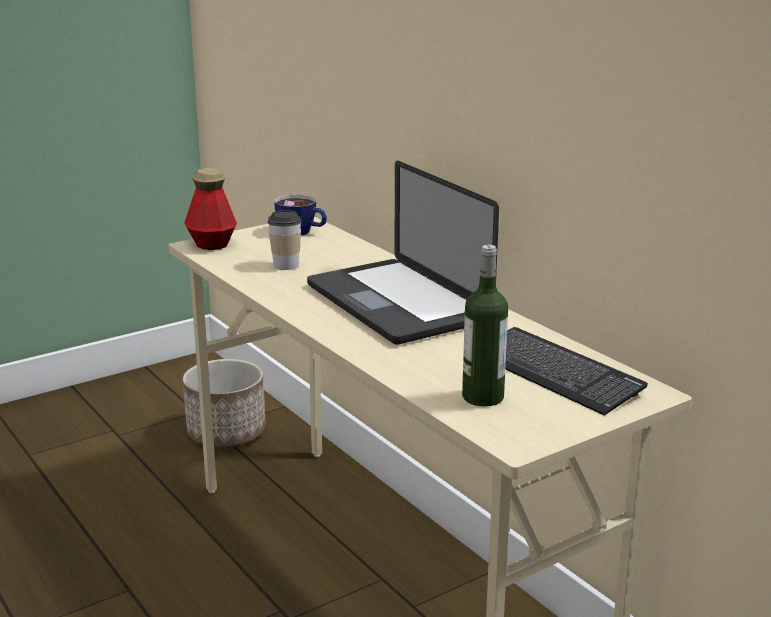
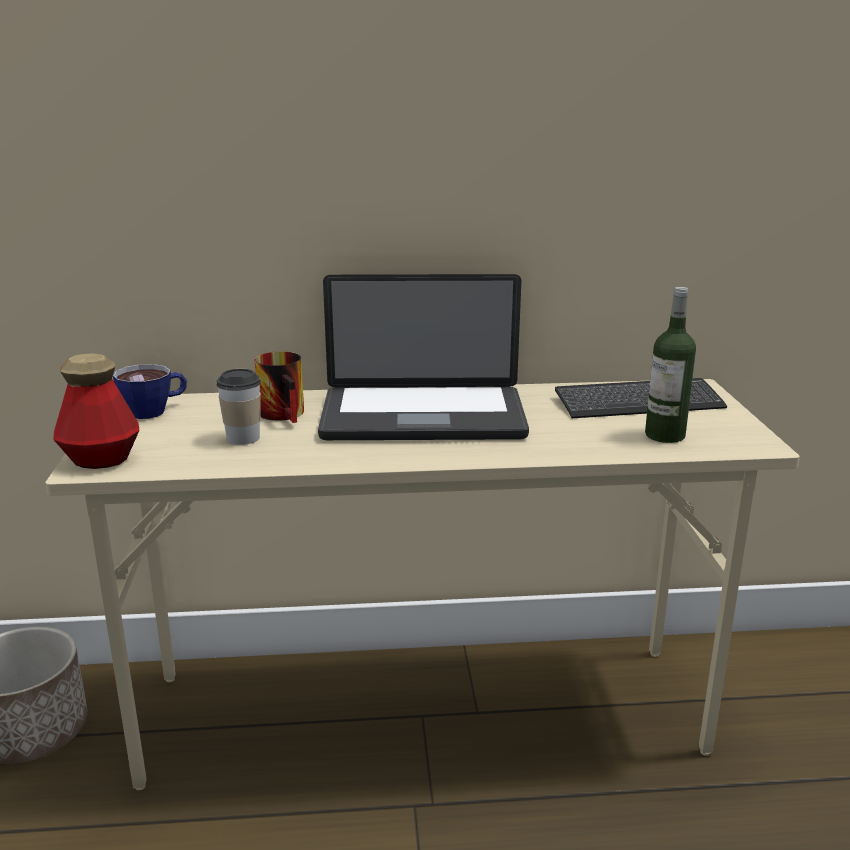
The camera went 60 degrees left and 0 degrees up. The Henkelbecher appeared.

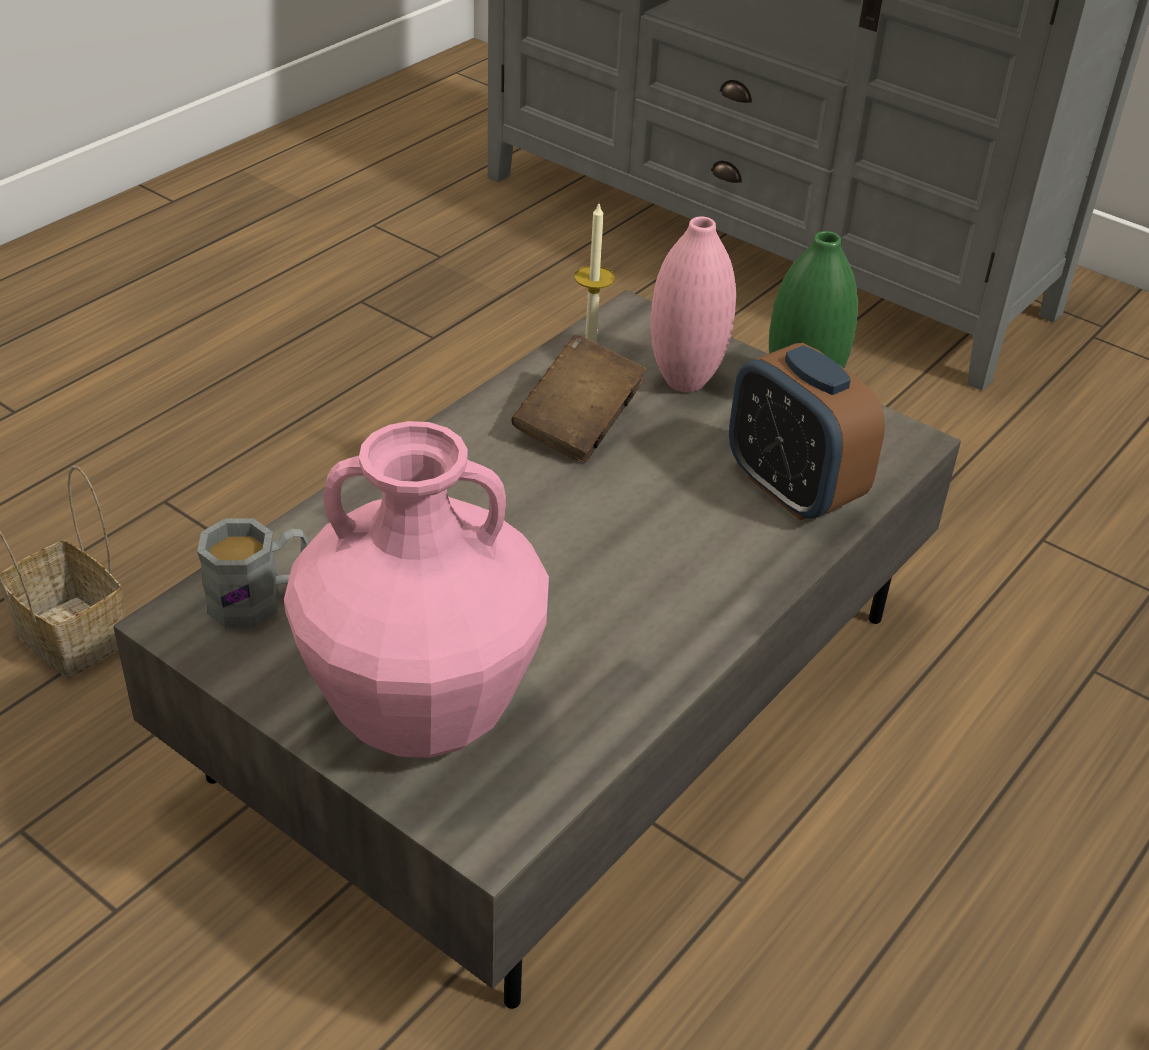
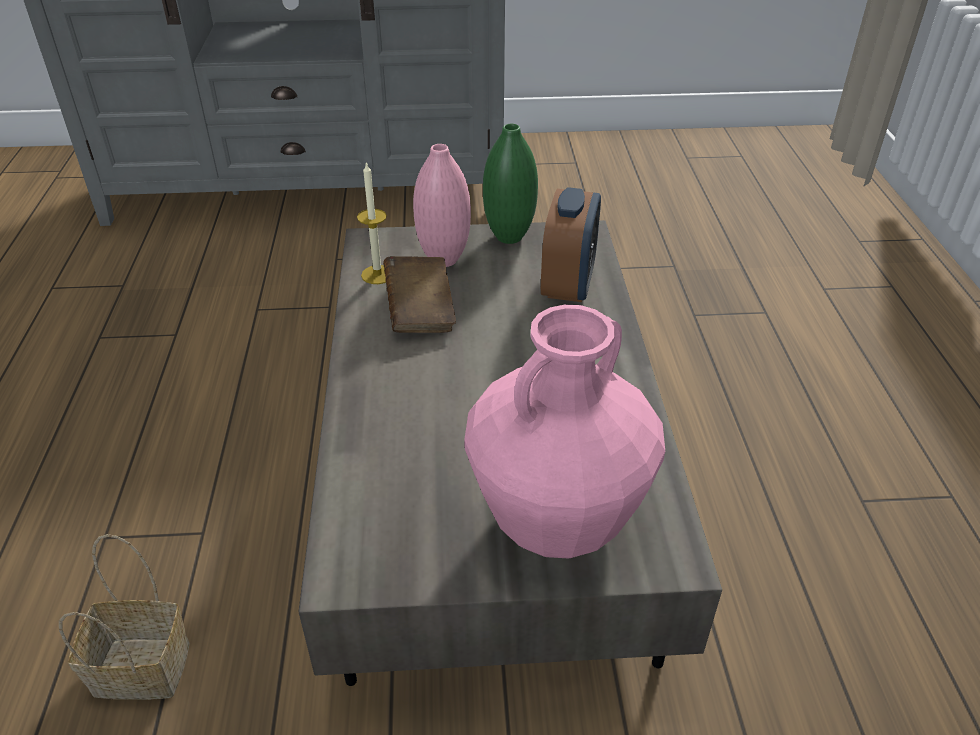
The camera went 40 degrees left and 0 degrees up. The Wecker turned 90 degrees counterclockwise. The Henkelbecher (grau) disappeared.

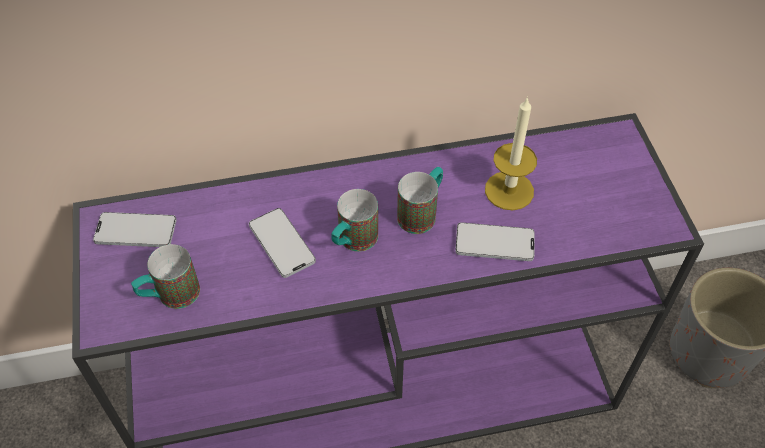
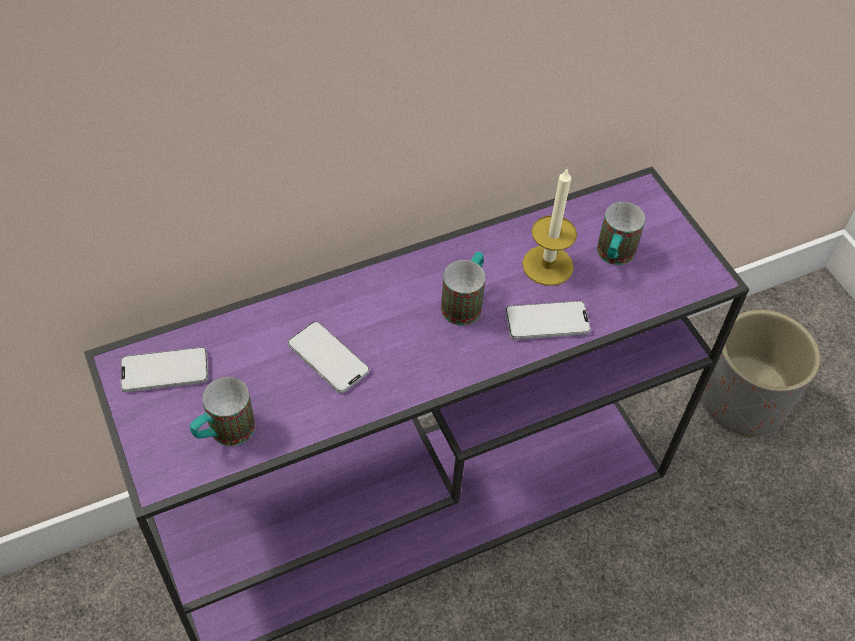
The camera went 15 degrees left and 0 degrees up. The Henkelbecher (no. 2 from left in the first image) moved.

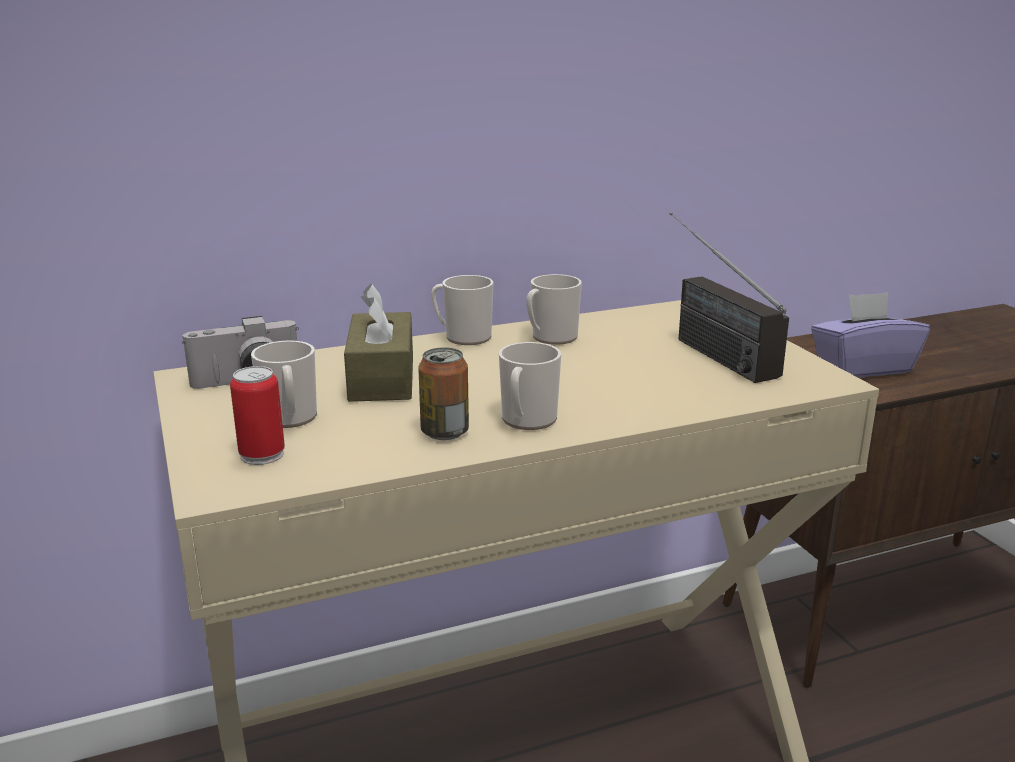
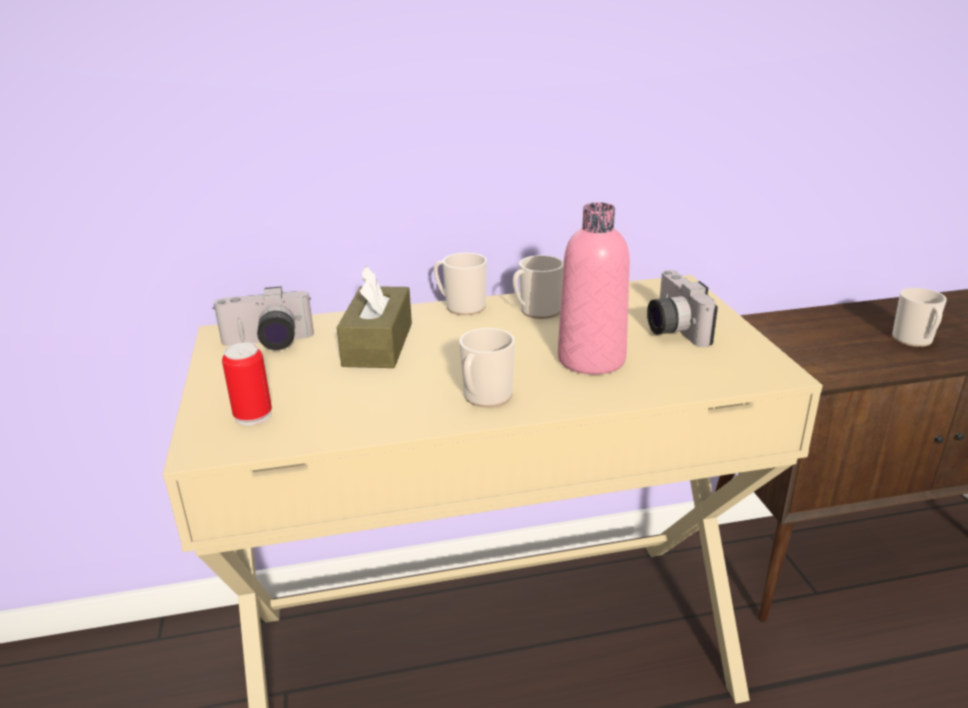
The camera went 10 degrees right and 5 degrees up. The Radio was replaced by the Kamera (no. 2 from left). The Taschentuchbox (lila) disappeared. The Henkelbecher (no. 1 from left in the first image) moved. The Dose (no. 2 from left) disappeared. The Flasche (rosa) appeared.

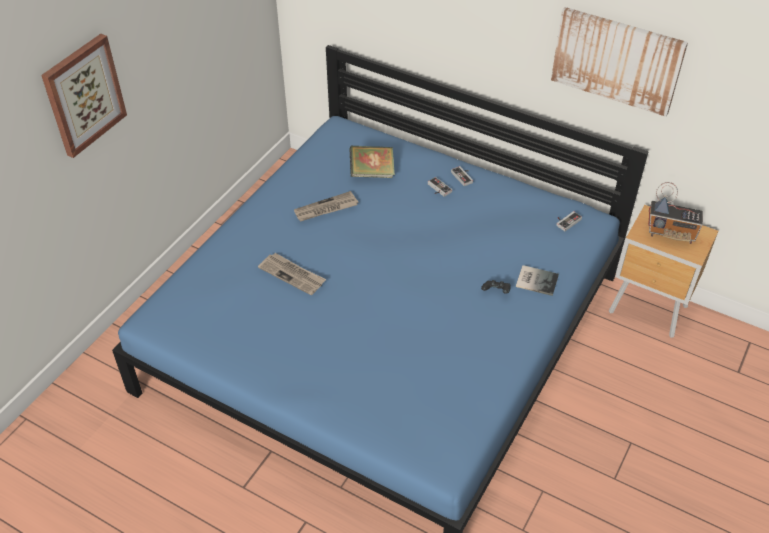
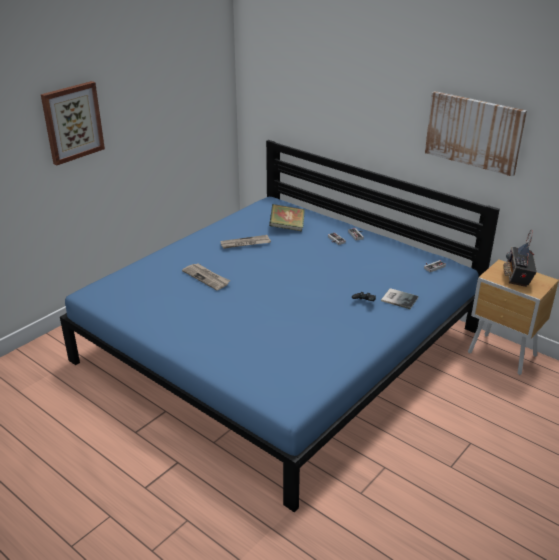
The camera went 10 degrees right and 15 degrees down. The Radio turned 75 degrees clockwise.

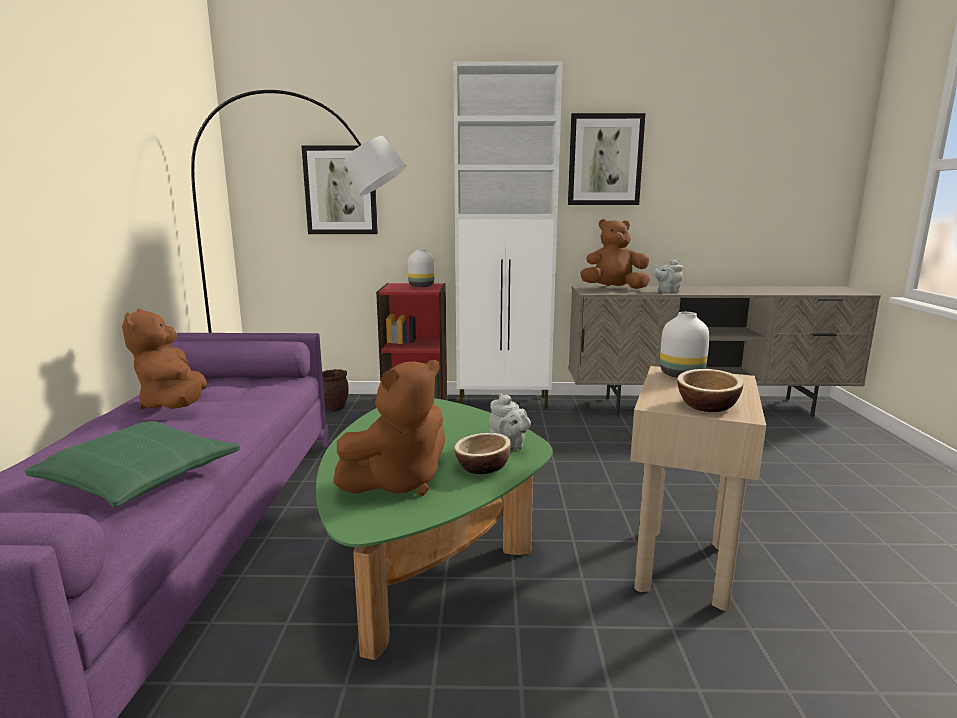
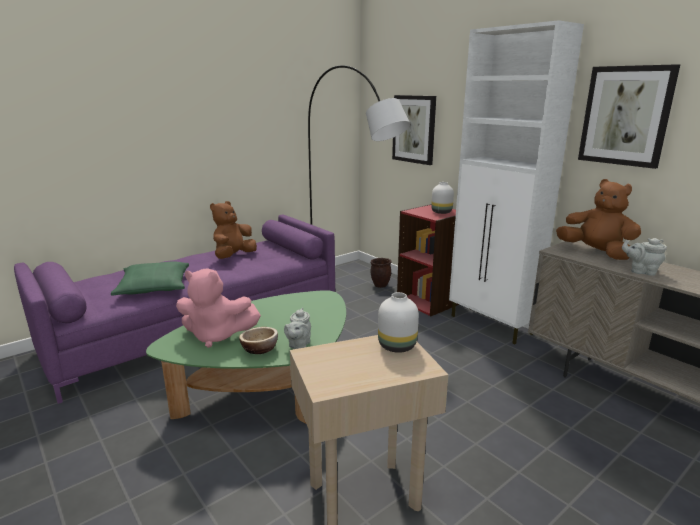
The camera went 50 degrees right and 5 degrees up. The Plüschtier (braun) (no. 2 from left) became the Plüschtier (rosa). The Schüssel (no. 2 from left) disappeared.

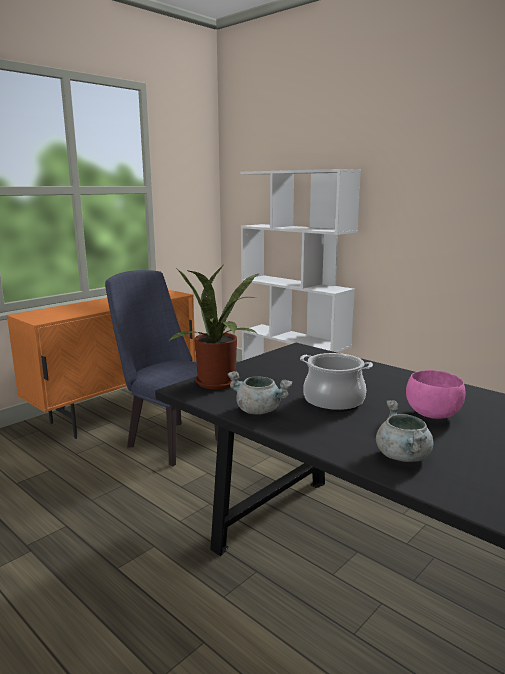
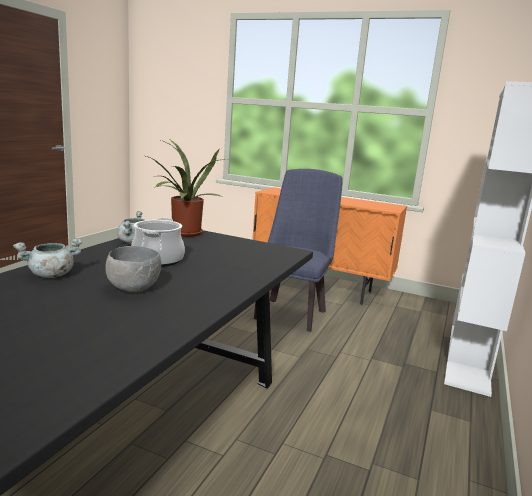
The camera went 70 degrees right and 0 degrees up. The Schüssel (rosa) became the Schüssel (grau).

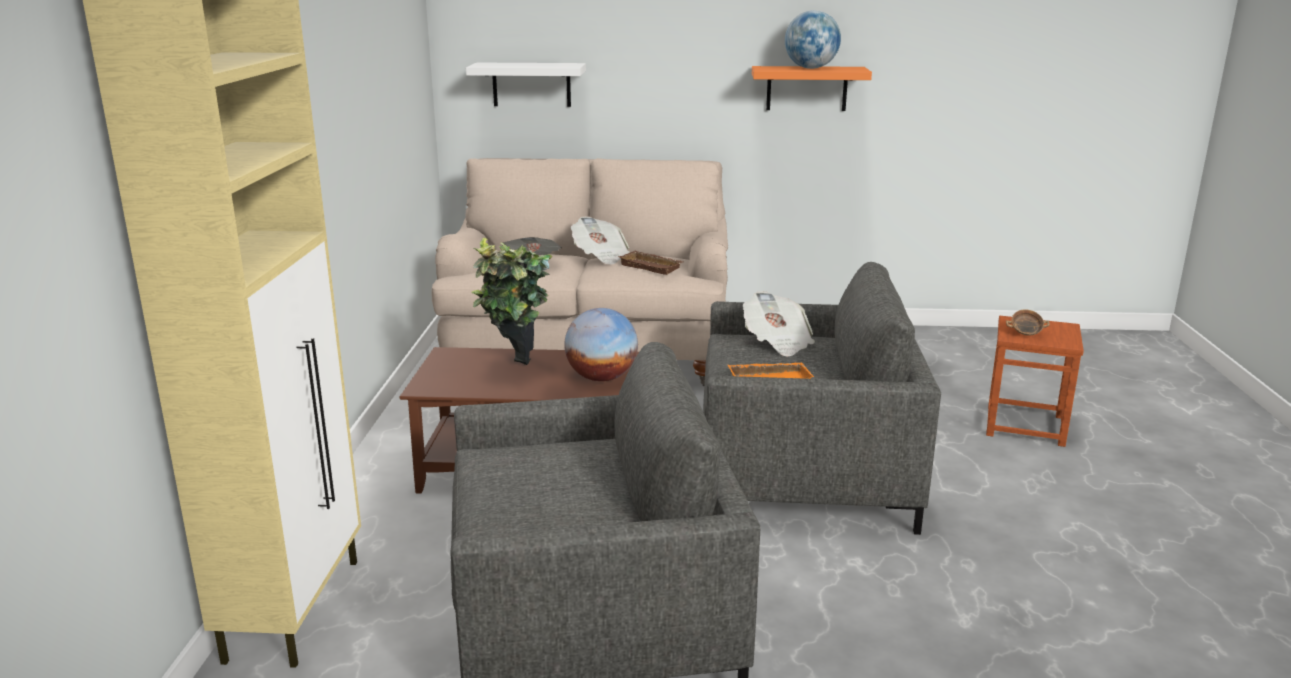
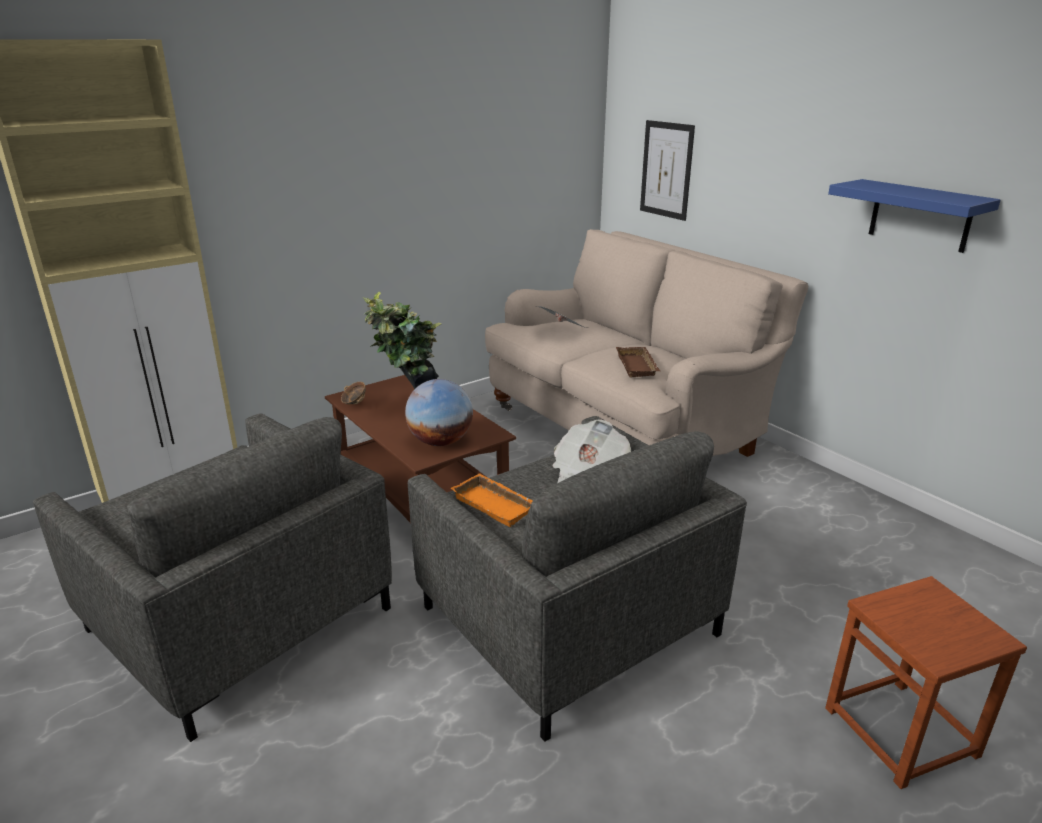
The camera went 50 degrees right and 5 degrees up. The Globus (no. 2 from left) disappeared. The Wandregal (weiß) was replaced by the Bild. The Wandregal (orange) became the Wandregal (blau). The Zeitung (no. 2 from left) disappeared. The Schüssel moved.

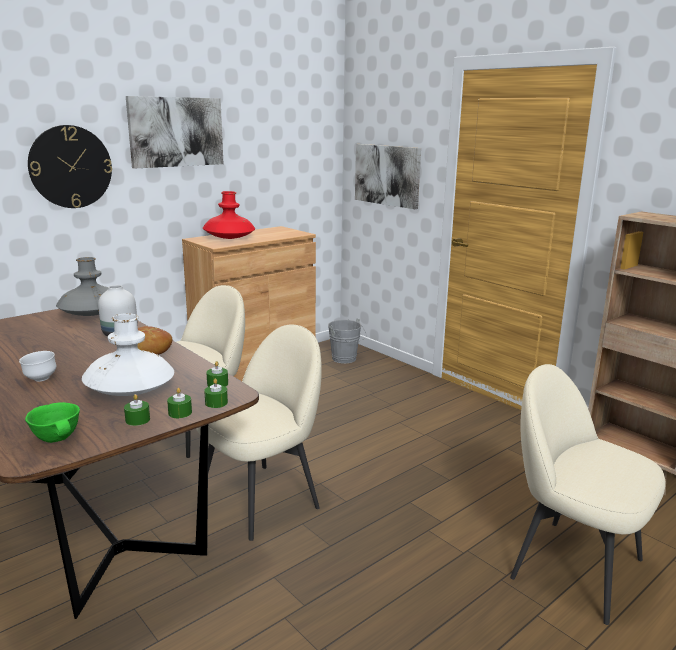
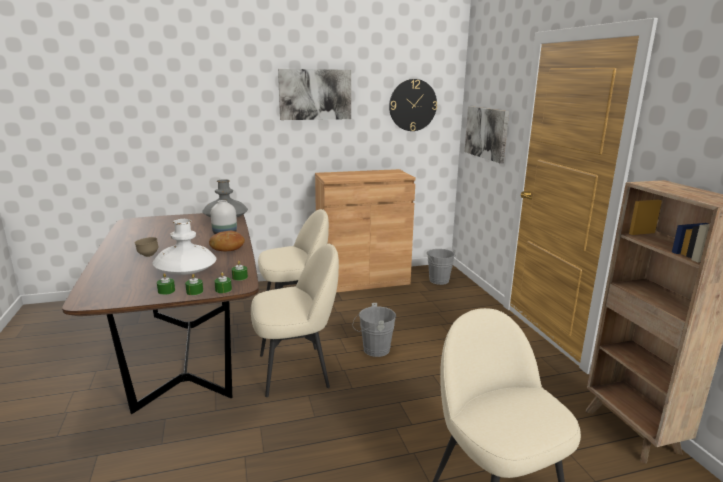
The camera went 25 degrees right and 0 degrees up. The Wanduhr moved. The Vase (rot) disappeared. The Schüssel (weiß) became the Schüssel (braun). The Schüssel (grün) disappeared. The Eimer (grau) (no. 1 from left) appeared.

